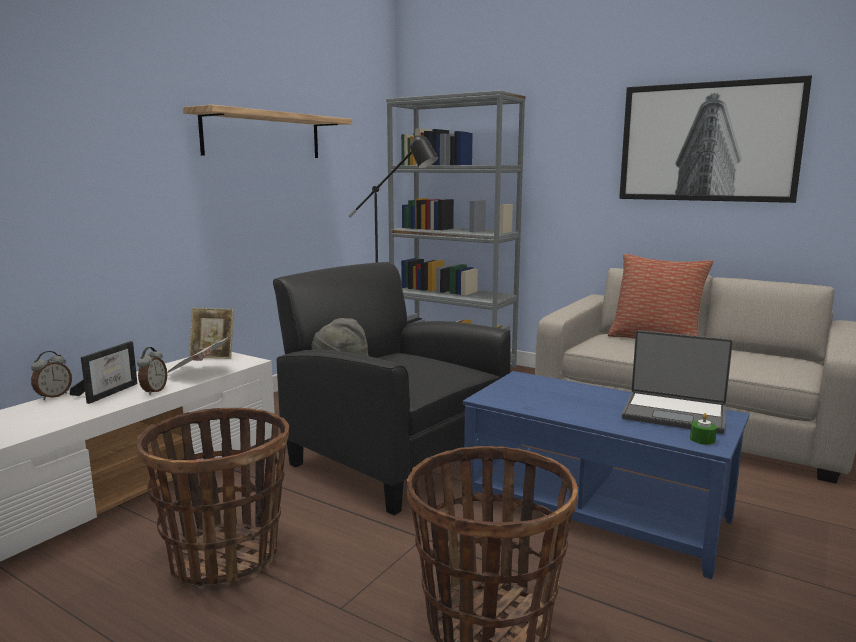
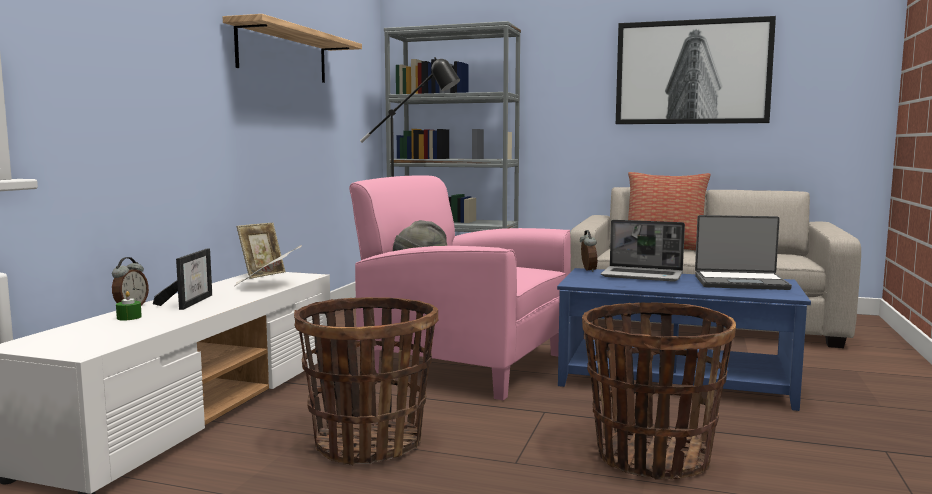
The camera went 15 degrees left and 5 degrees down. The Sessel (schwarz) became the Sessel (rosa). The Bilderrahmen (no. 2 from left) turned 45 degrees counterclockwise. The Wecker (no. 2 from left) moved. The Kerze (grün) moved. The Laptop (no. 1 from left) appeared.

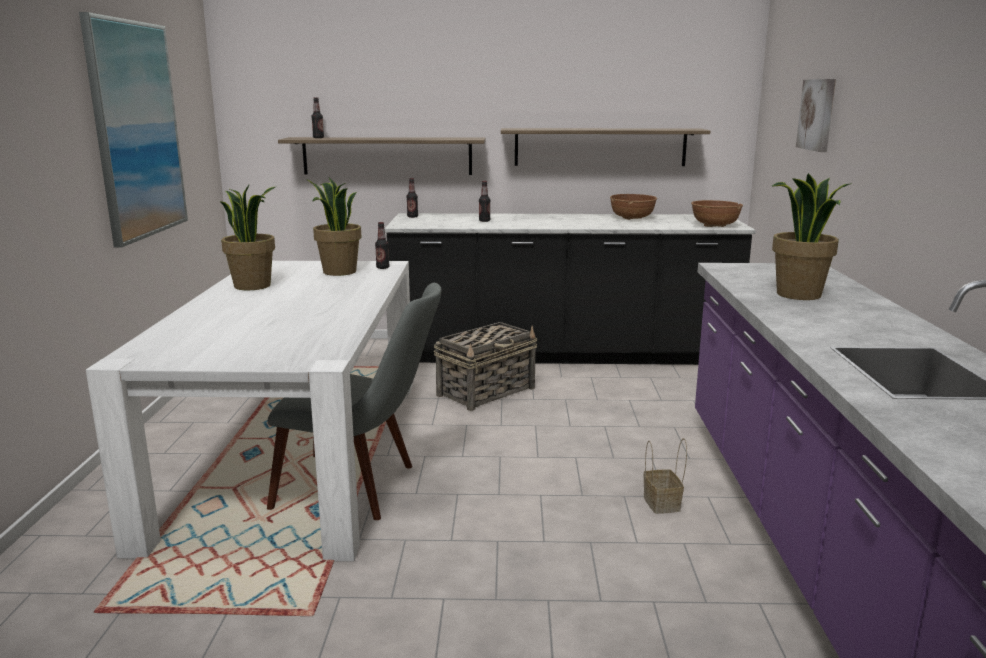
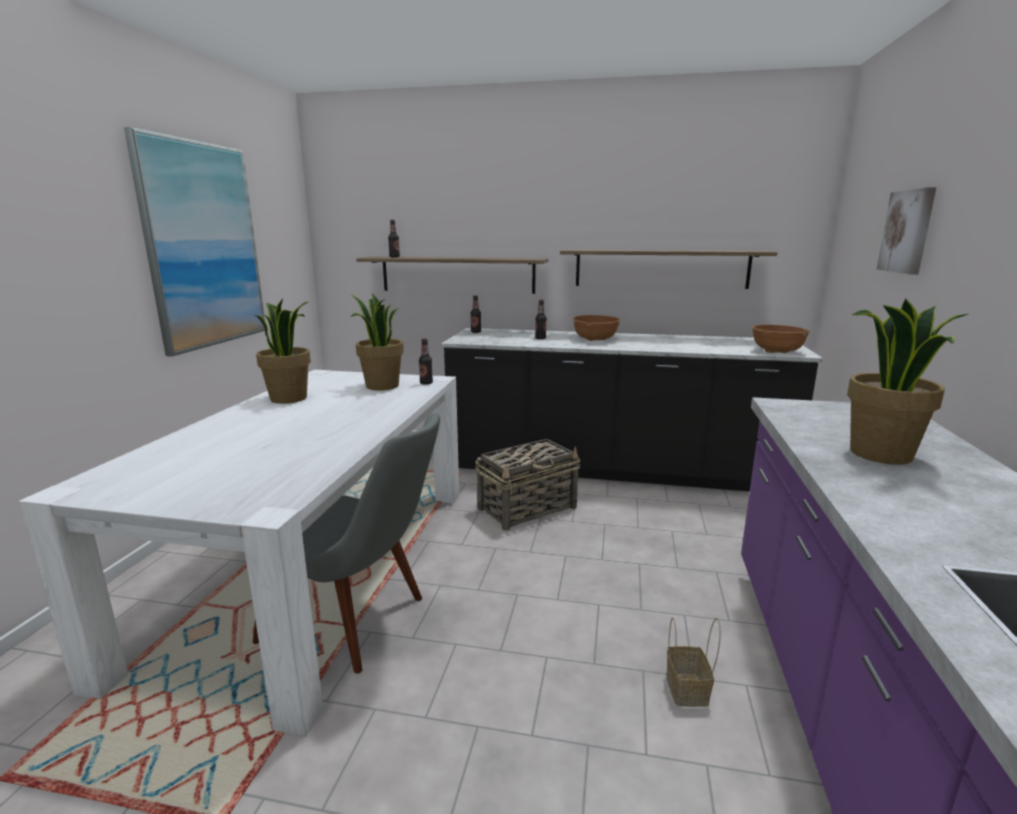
The camera went 10 degrees right and 0 degrees up. The Schüssel (braun) (no. 1 from left) moved.

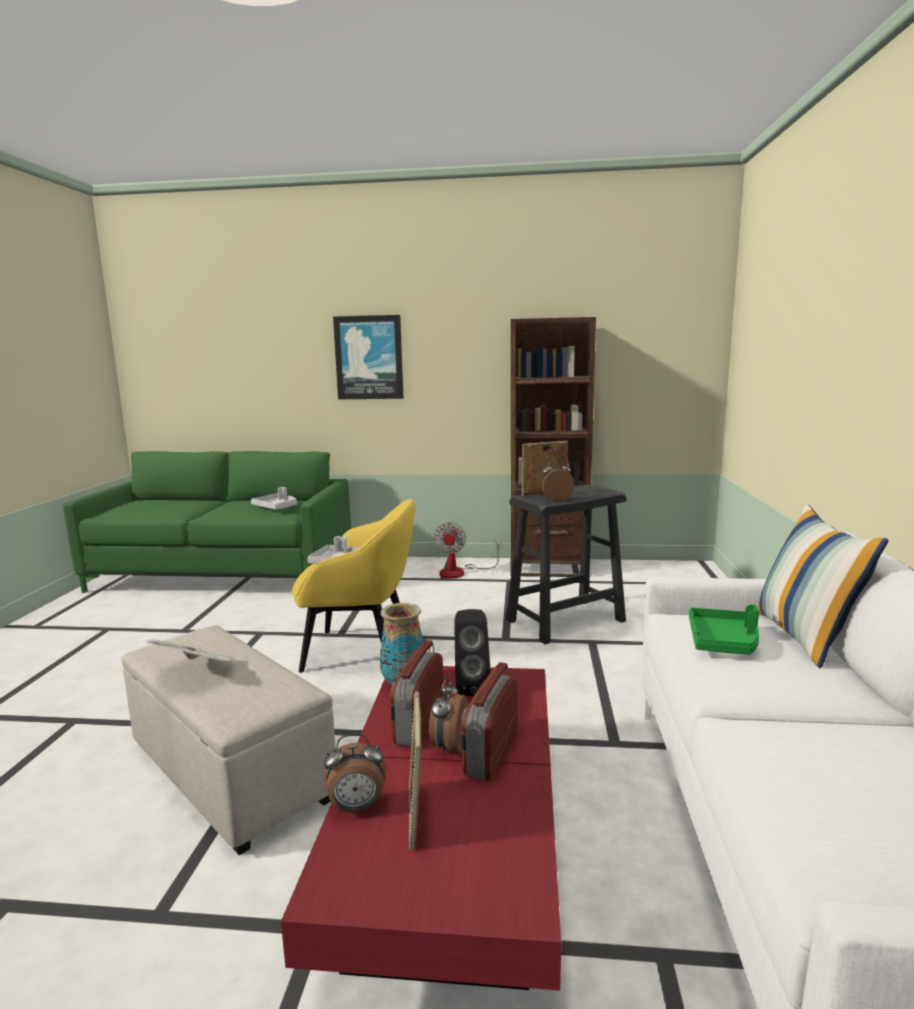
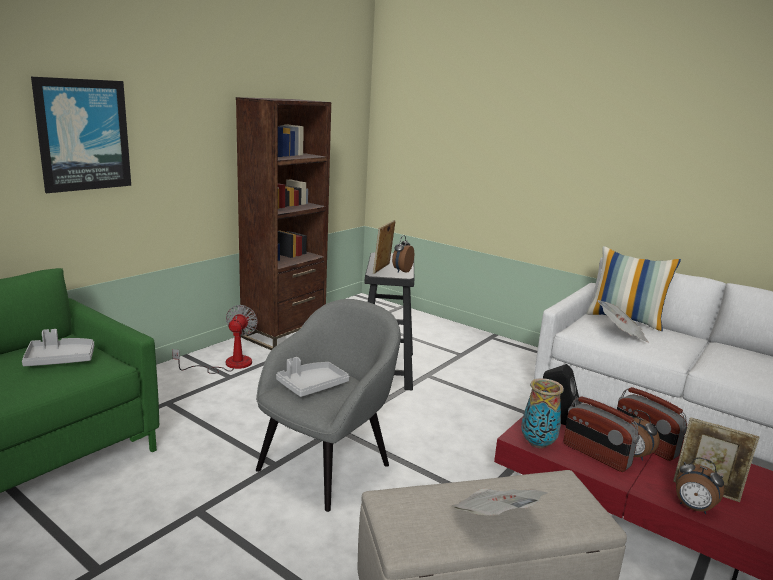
The camera went 60 degrees left and 5 degrees up. The Sessel (gelb) became the Sessel (grau). The Ventilator turned 120 degrees counterclockwise. The Tablett (grün) was replaced by the Zeitung (no. 2 from left). The Wecker (no. 1 from left in the first image) turned 105 degrees clockwise.

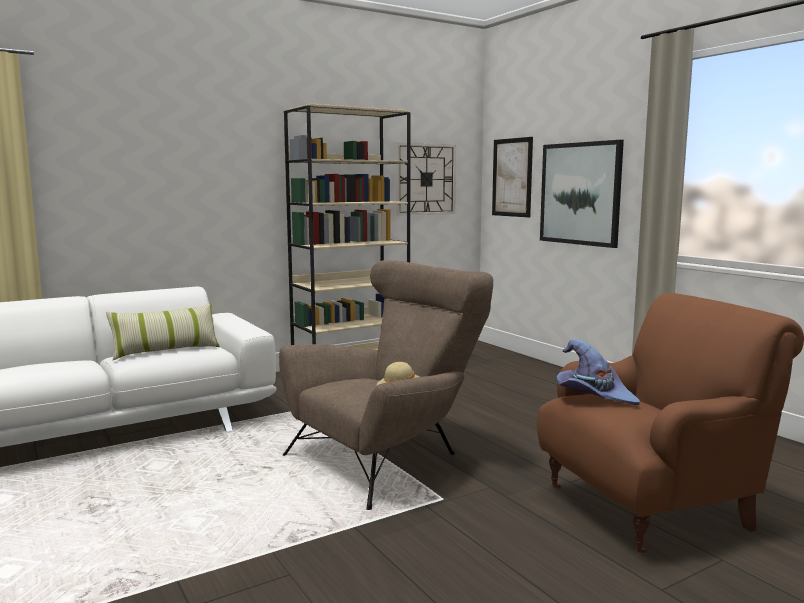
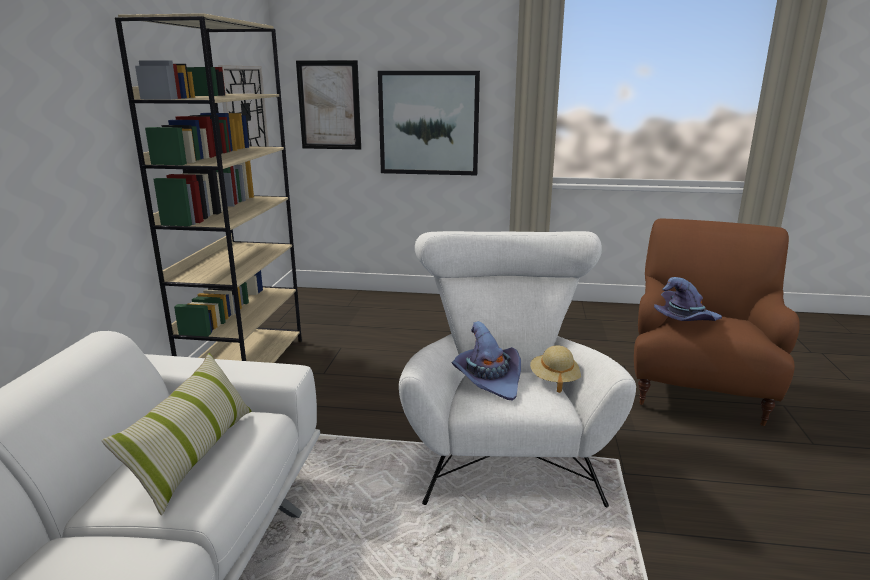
The camera went 50 degrees left and 10 degrees up. The Sessel (braun) (no. 1 from left) became the Sessel (weiß). The Hut (lila) (no. 1 from left) appeared.

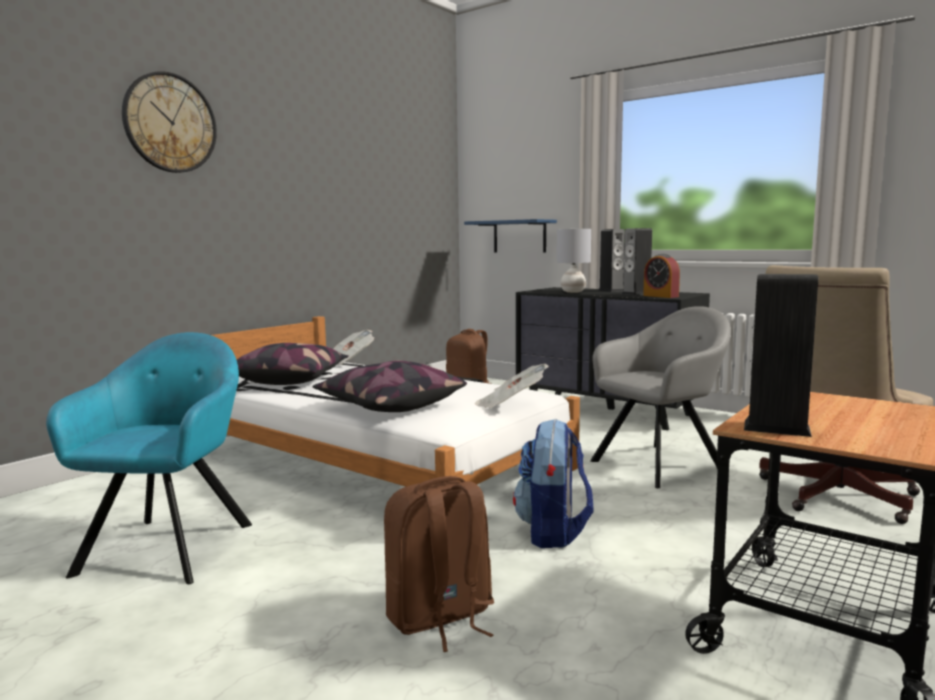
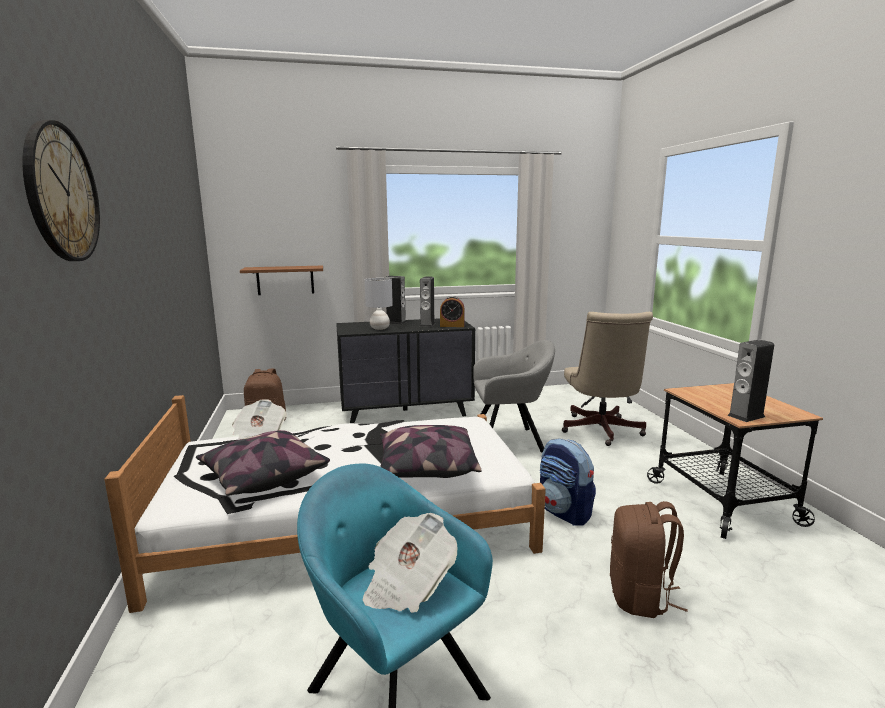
The camera went 50 degrees left and 5 degrees up. The Wandregal (blau) became the Wandregal (braun). The Sessel (grau) turned 75 degrees clockwise. The Zeitung (no. 2 from left) moved.

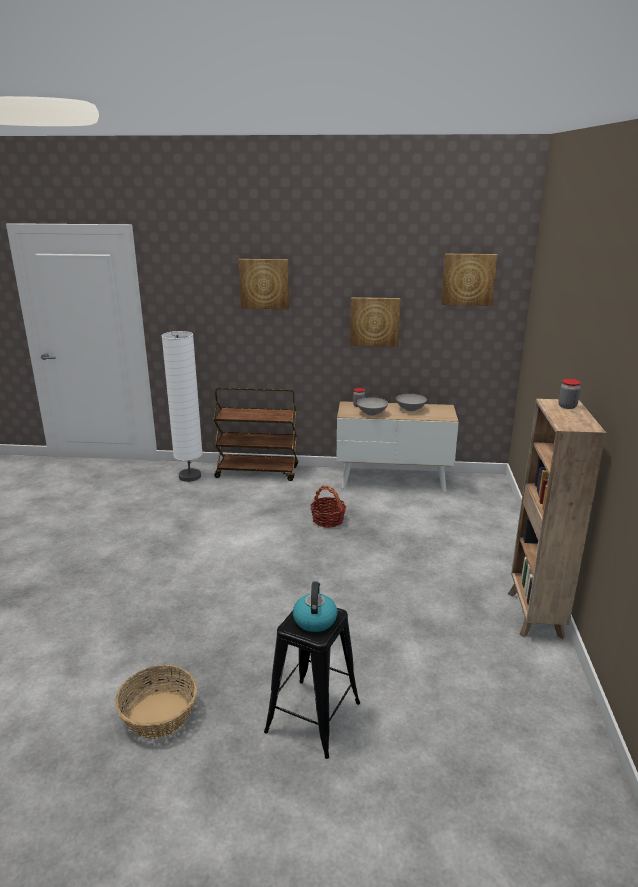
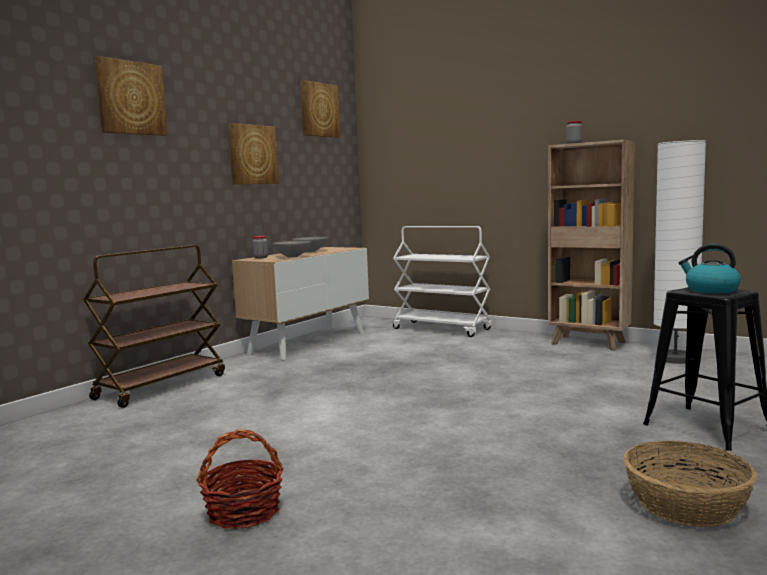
The camera went 60 degrees left and 15 degrees down. The Stehlampe (weiß) moved. The Korb (no. 2 from left in the first image) moved. The Rollwagen (weiß) appeared.

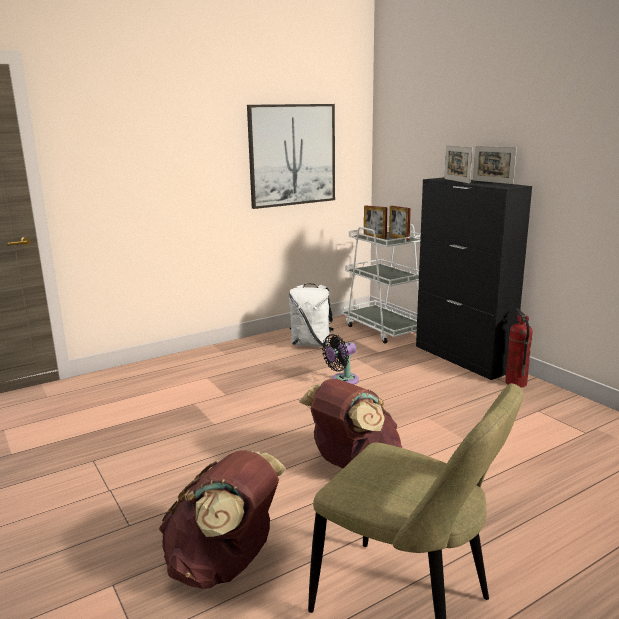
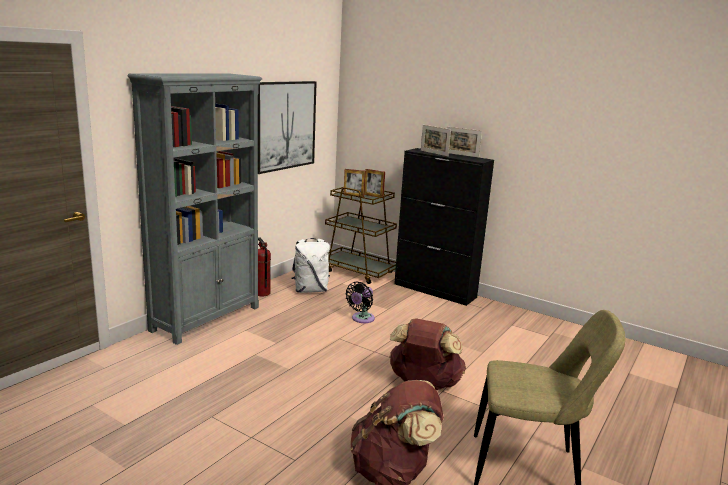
The camera went 25 degrees left and 0 degrees up. The Rollwagen (weiß) became the Rollwagen (braun). The Feuerlöscher moved. The Bücherregal (grau) appeared.

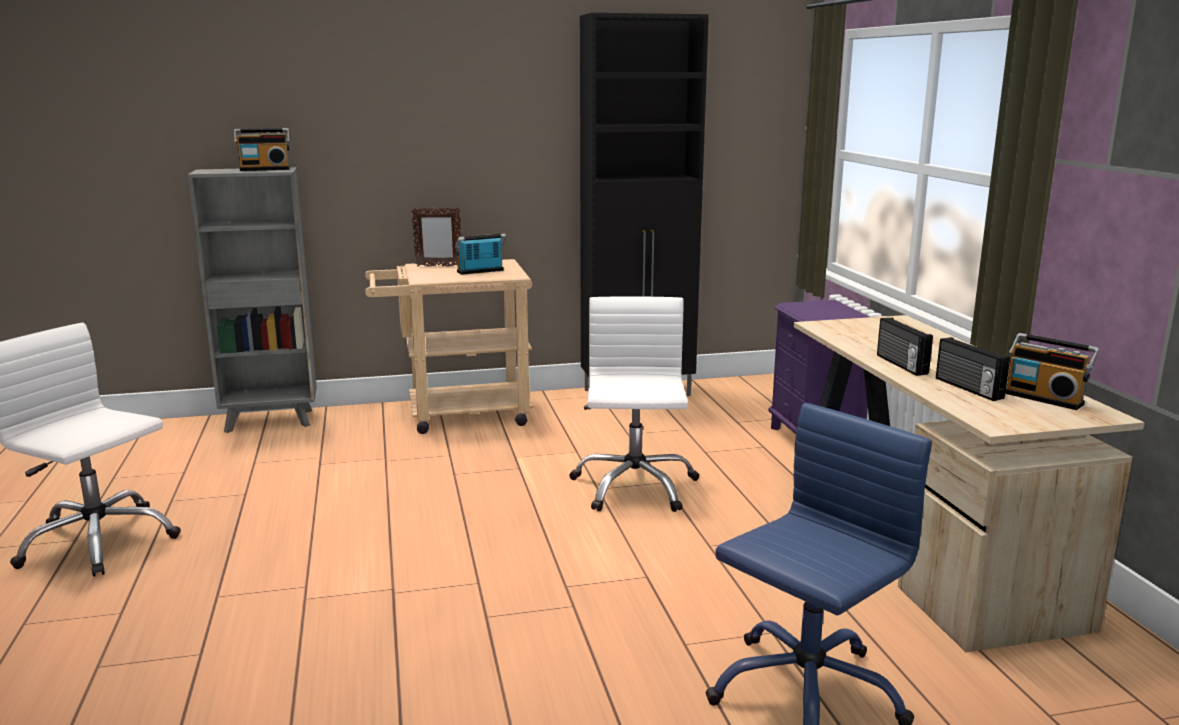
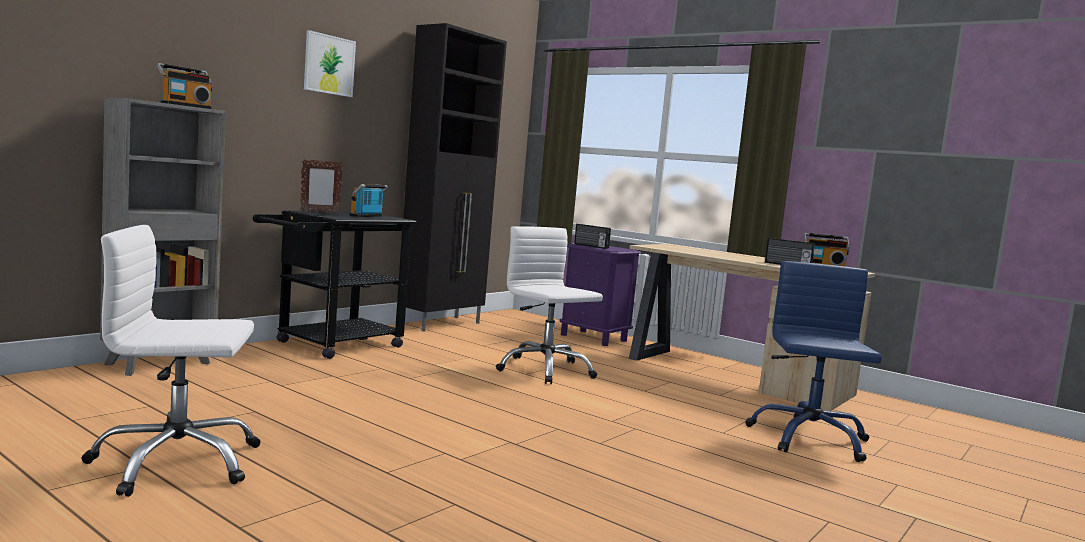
The camera went 40 degrees left and 10 degrees down. The Rollwagen (beige) became the Rollwagen (schwarz). The Radio (no. 3 from left) moved. The Bild appeared.

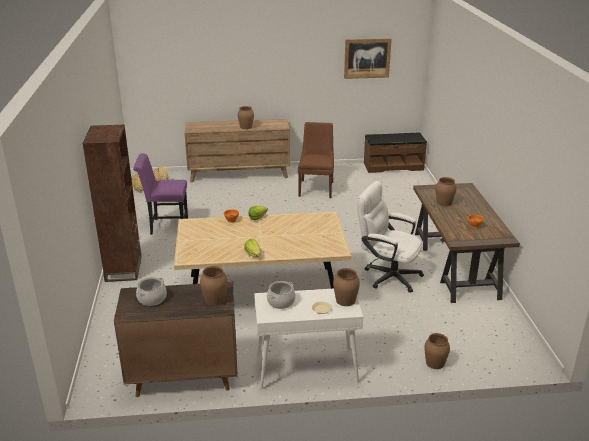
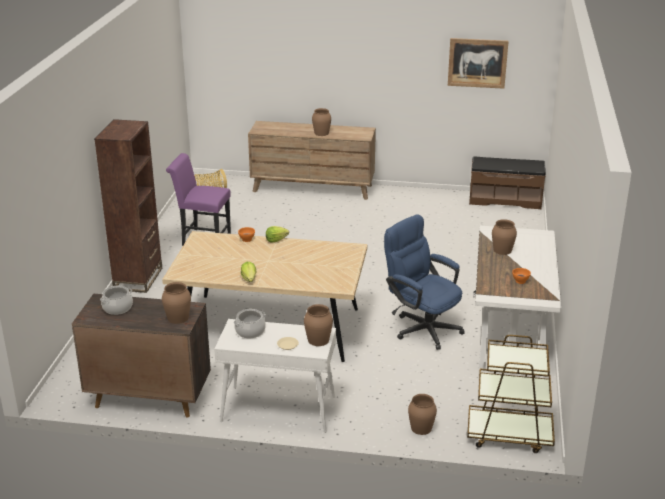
The camera went 15 degrees right and 0 degrees up. The Stuhl (braun) disappeared. The Bürostuhl (weiß) became the Bürostuhl (blau). The Schreibtisch (braun) became the Schreibtisch (weiß). The Rollwagen (braun) appeared.

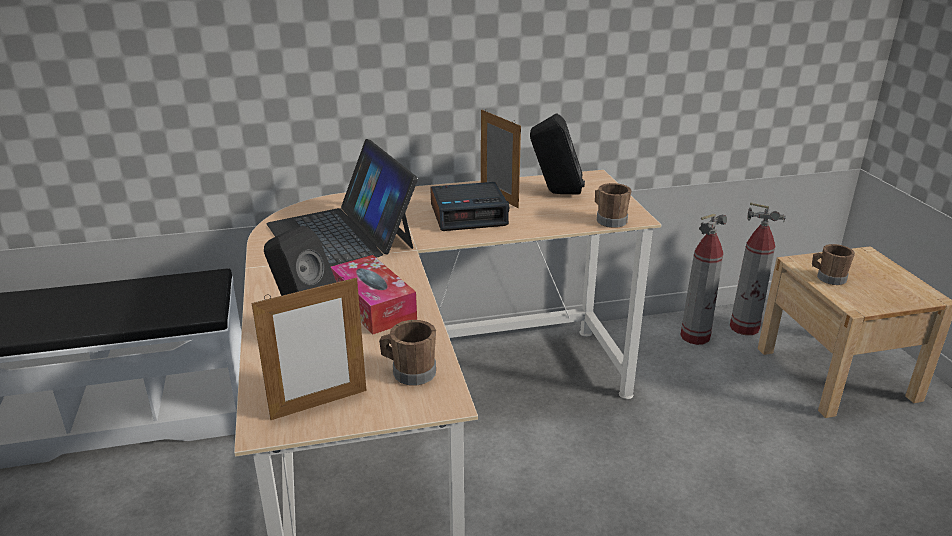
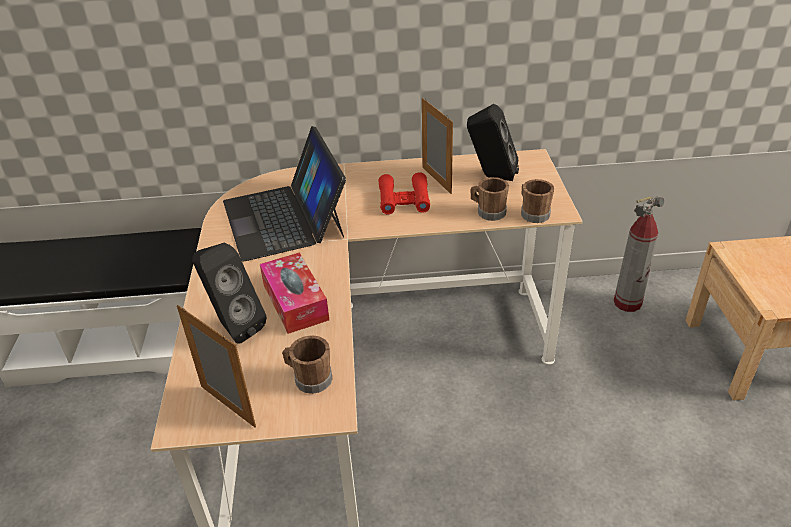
The camera went 10 degrees right and 10 degrees up. The Wecker was replaced by the Fernglas (rot). The Feuerlöscher (no. 2 from left) disappeared. The Henkelbecher (braun) (no. 3 from left in the first image) moved. The Bilderrahmen (no. 1 from left) turned 120 degrees counterclockwise.

